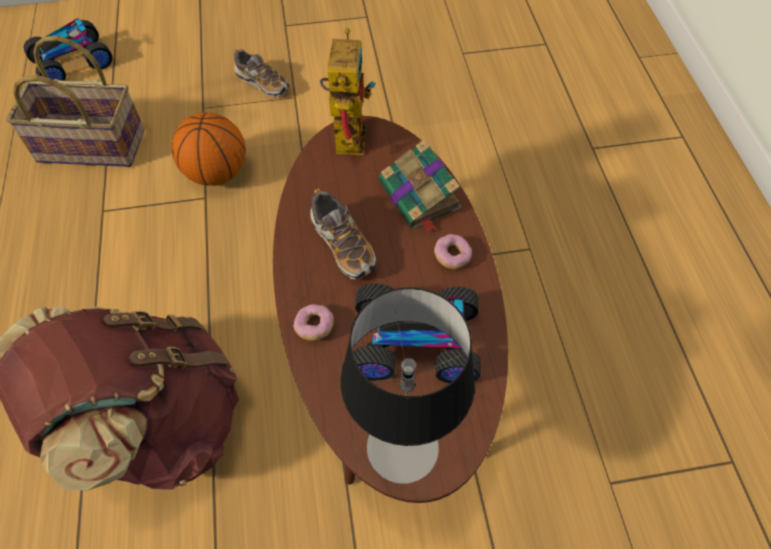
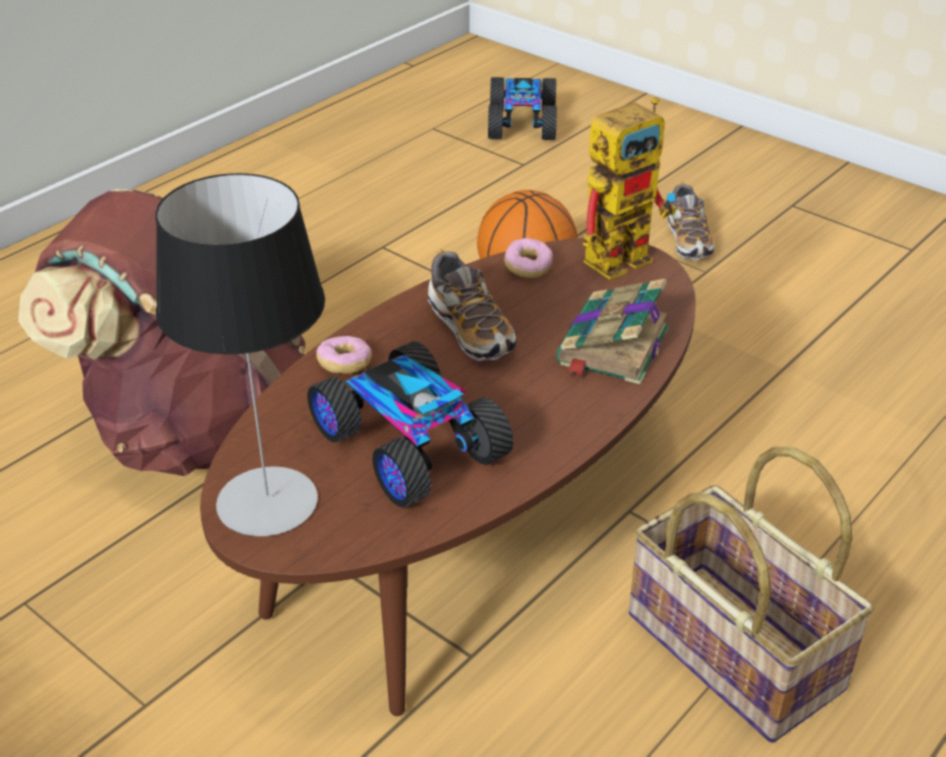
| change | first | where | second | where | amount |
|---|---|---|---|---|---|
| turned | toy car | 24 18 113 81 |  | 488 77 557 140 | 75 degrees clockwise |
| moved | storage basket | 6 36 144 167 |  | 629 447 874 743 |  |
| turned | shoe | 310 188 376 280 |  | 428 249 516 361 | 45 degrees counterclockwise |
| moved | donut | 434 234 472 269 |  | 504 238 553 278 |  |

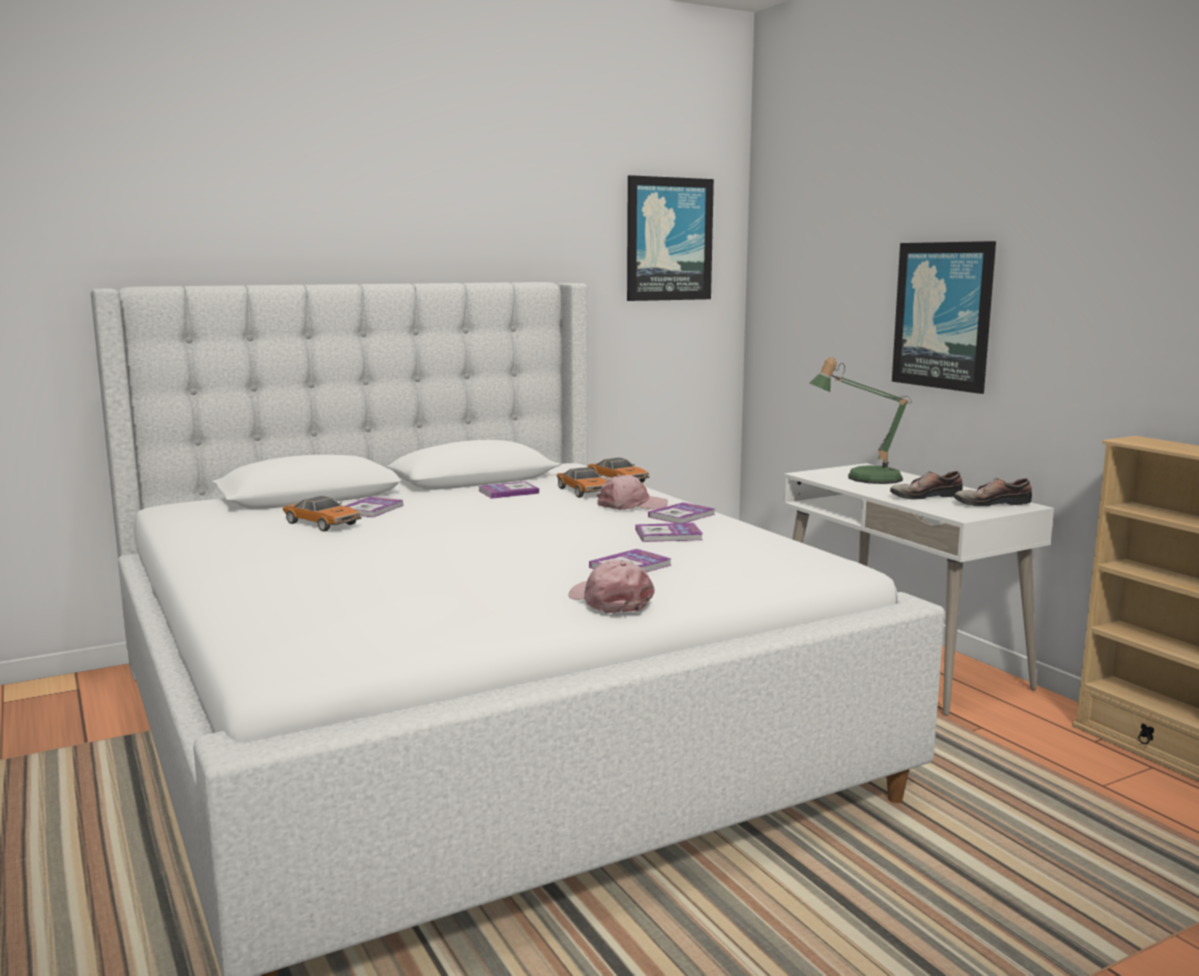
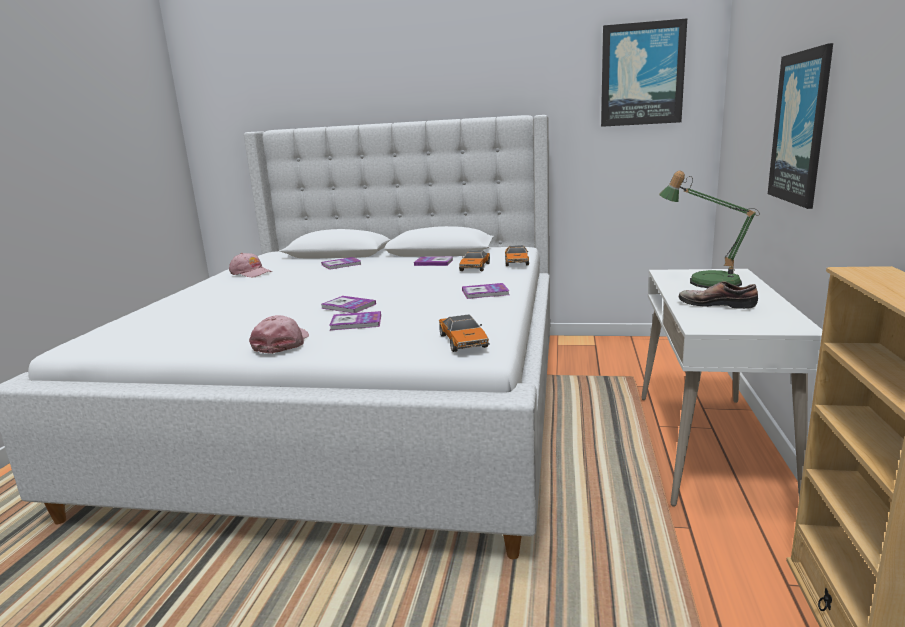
| change | first | where | second | where | amount |
|---|---|---|---|---|---|
| moved | baseball cap (pink-coloured) | 597 475 668 510 |  | 229 253 273 277 |  |
| removed | shoe | 954 478 1032 506 |  |  |  |
| moved | toy car | 283 496 361 531 |  | 439 314 489 352 |  |
| moved | book | 635 523 703 542 |  | 321 296 376 313 |  |

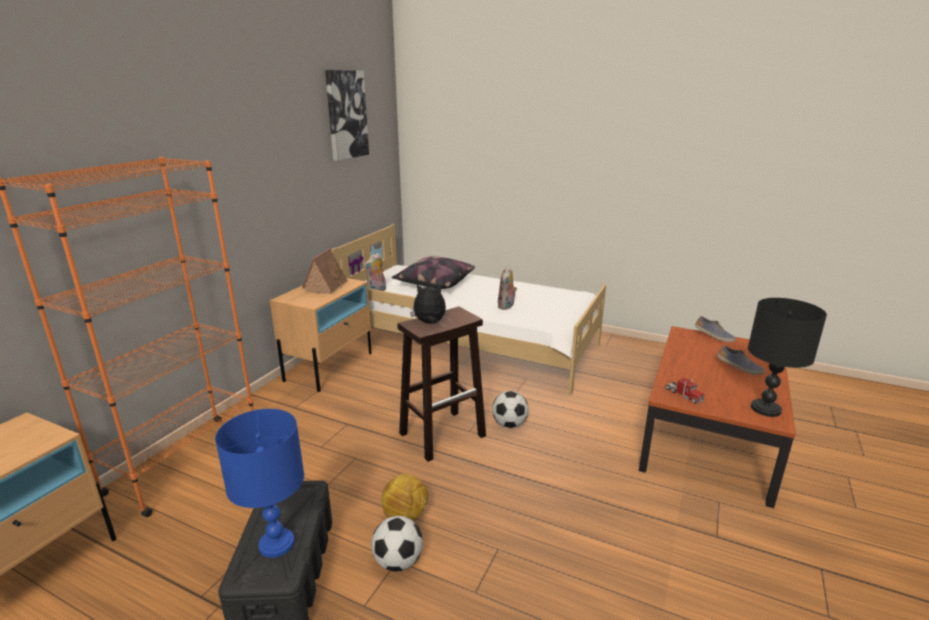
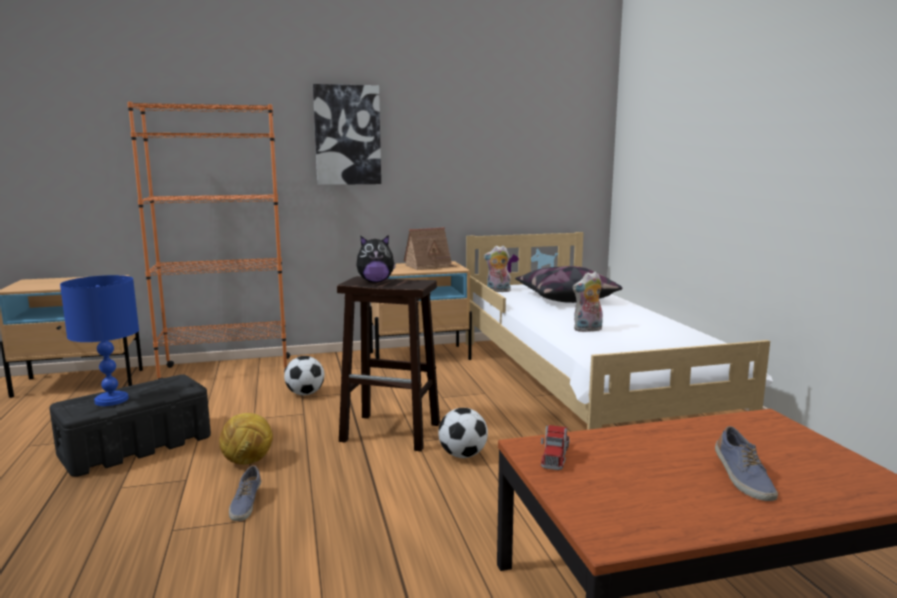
| change | first | where | second | where | amount |
|---|---|---|---|---|---|
| moved | picture | 325 70 369 161 |  | 313 84 381 185 |  |
| turned | plush toy | 410 284 446 324 |  | 356 235 396 283 | 120 degrees clockwise |
| removed | tabletop lamp (blackish) | 748 298 827 417 |  |  |  |
| moved | shoe | 695 316 736 342 |  | 229 465 261 521 |  |
| moved | football ball | 371 516 423 572 |  | 284 356 325 395 |  |

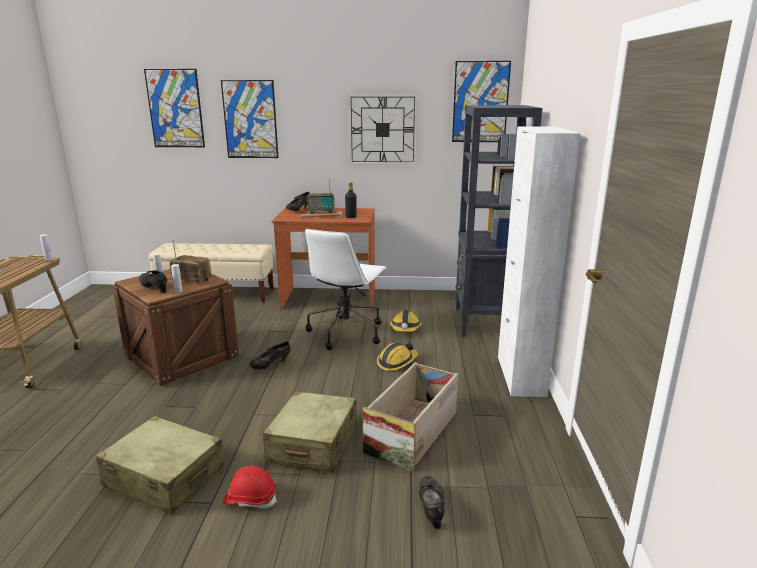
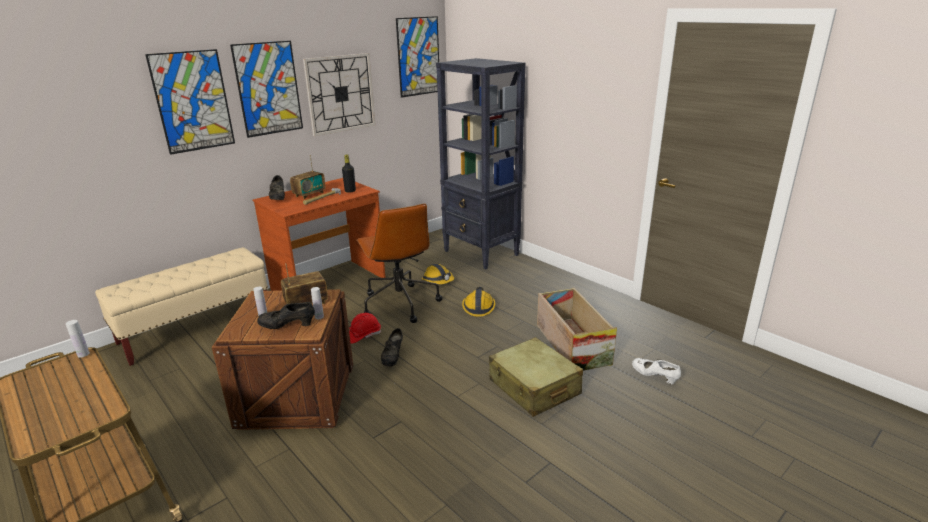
| change | first | where | second | where | amount |
|---|---|---|---|---|---|
| moved | picture | 144 69 205 147 |  | 230 41 303 138 |  |
| removed | storage cabinet (white) | 498 126 581 397 |  |  |  |
| recoloured | desk chair (white) | 305 229 387 350 | desk chair (brownish) | 356 204 442 323 |  |
| removed | travel case (sand-coloured) | 96 416 223 515 |  |  |  |
| moved | safety helmet (reddish) | 223 465 277 509 |  | 349 313 381 344 |  |
| recoloured | shoe (blackish) | 419 476 445 529 | shoe (white) | 632 358 681 384 |  |

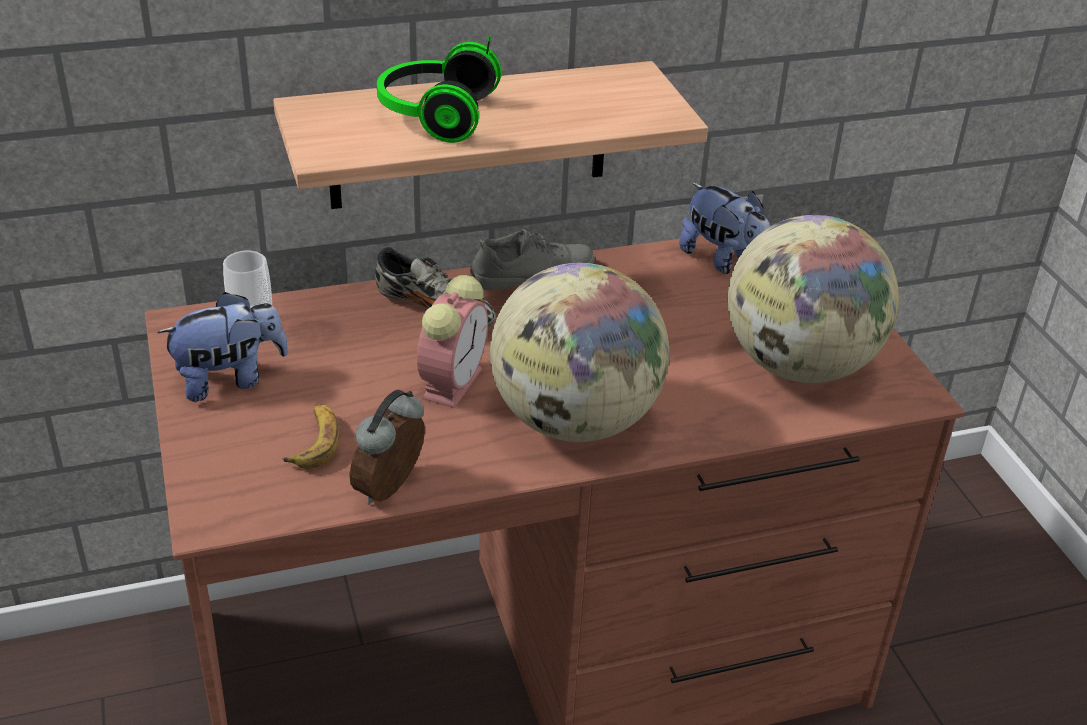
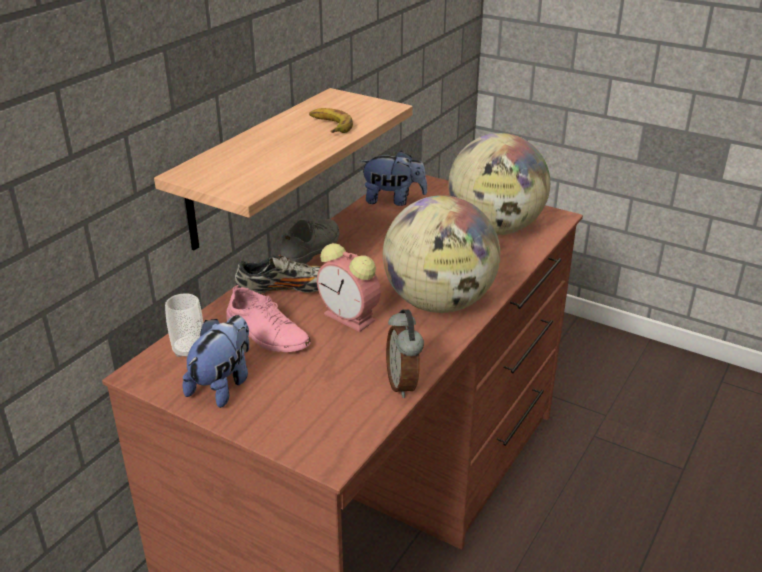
| change | first | where | second | where | amount |
|---|---|---|---|---|---|
| removed | headset | 377 35 501 143 |  |  |  |
| turned | alarm clock | 417 275 488 408 |  | 317 243 381 332 | 150 degrees clockwise |
| moved | banana fruit | 282 404 339 469 |  | 309 108 353 133 |  |
| added |  |  | shoe (pink-coloured) | 226 285 311 352 |  |

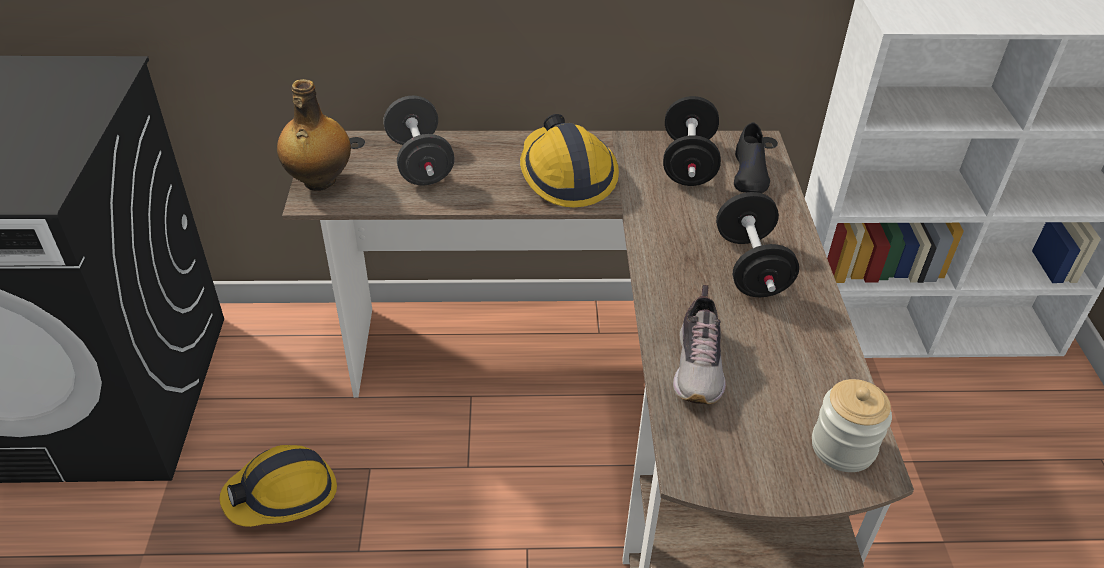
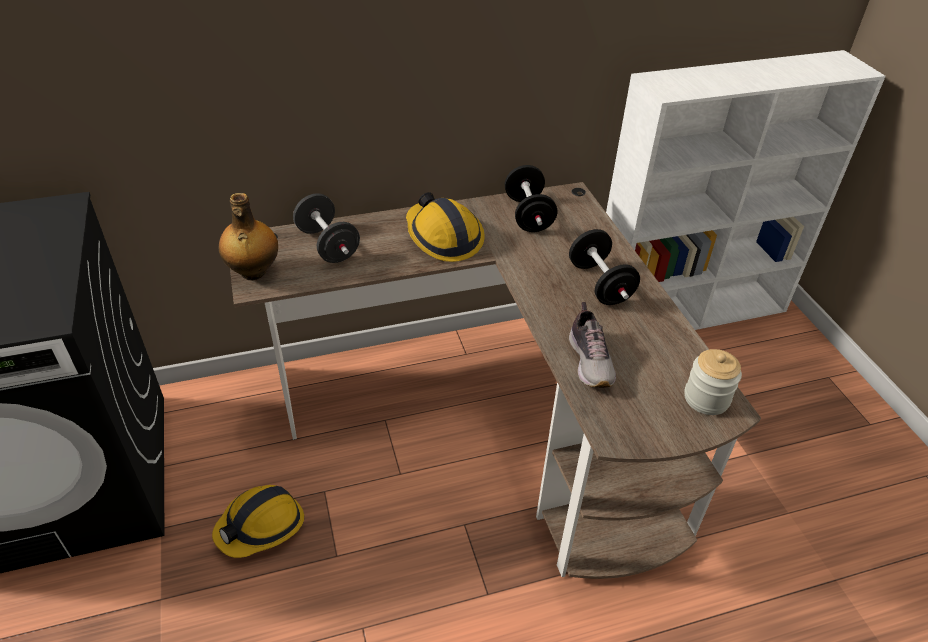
| change | first | where | second | where | amount |
|---|---|---|---|---|---|
| removed | shoe (blackish) | 734 122 770 193 |  |  |  |

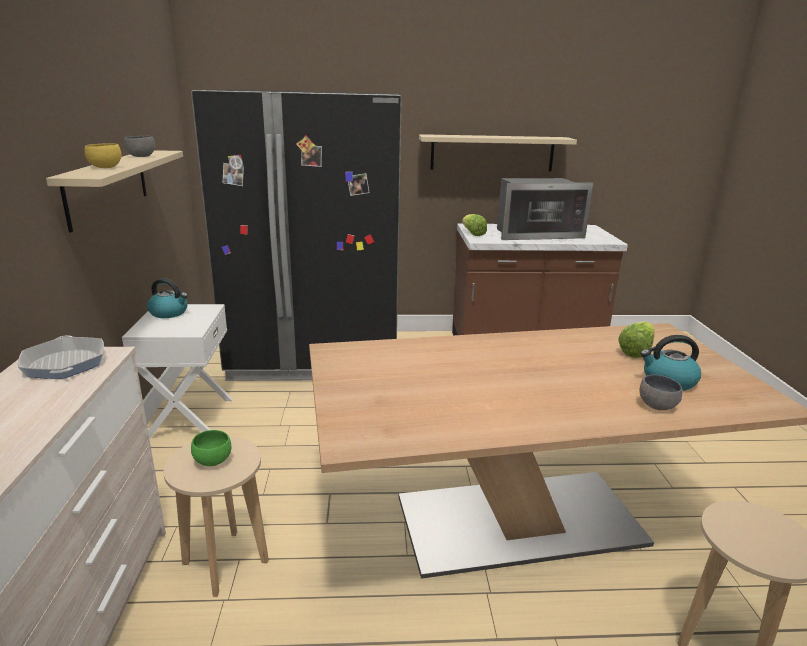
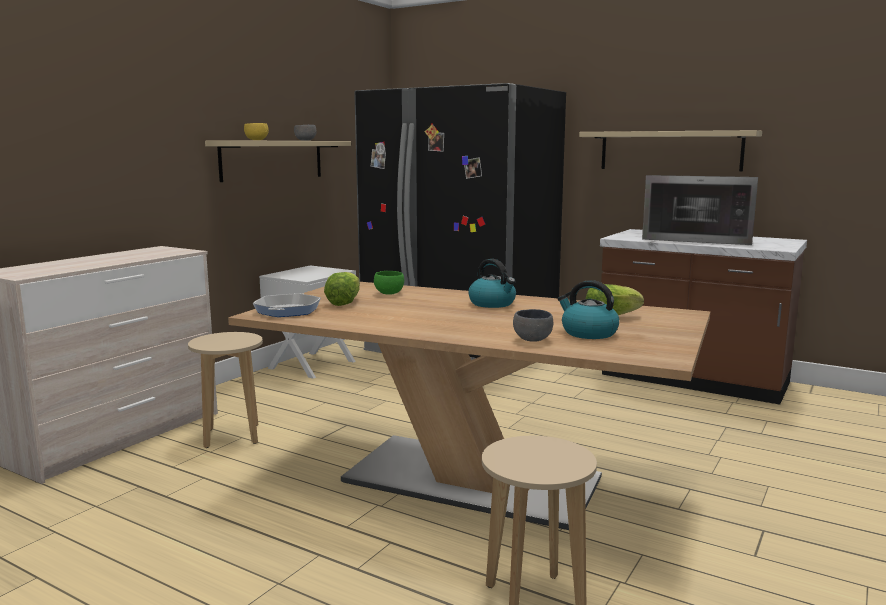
| change | first | where | second | where | amount |
|---|---|---|---|---|---|
| moved | lettuce | 462 214 487 236 |  | 324 272 360 306 |  |
| moved | tea kettle | 147 278 188 318 |  | 468 259 516 308 |  |
| moved | pan | 18 335 104 379 |  | 253 293 321 317 |  |
| moved | deep dish (greenish) | 191 430 231 466 |  | 374 271 404 295 |  |

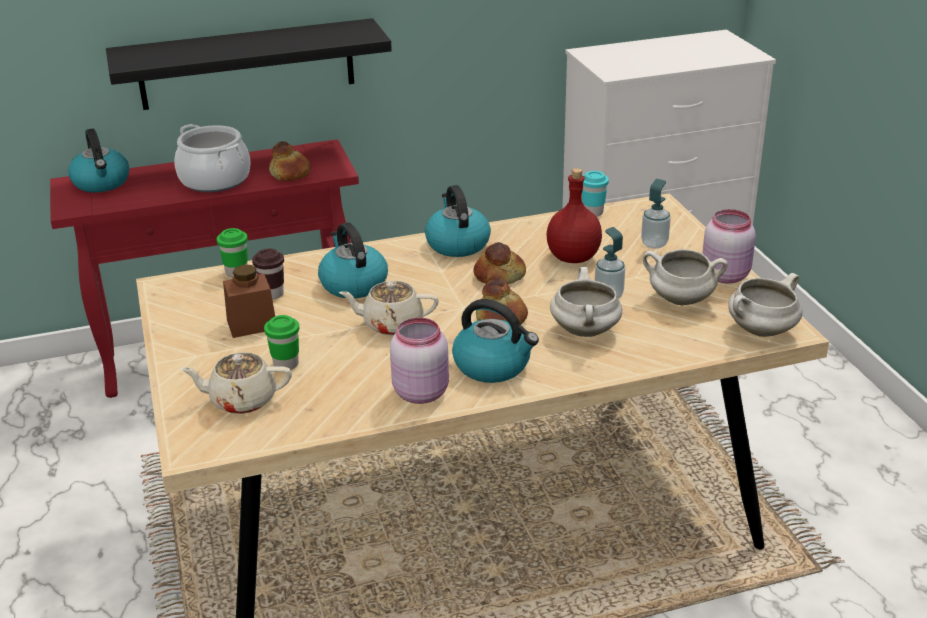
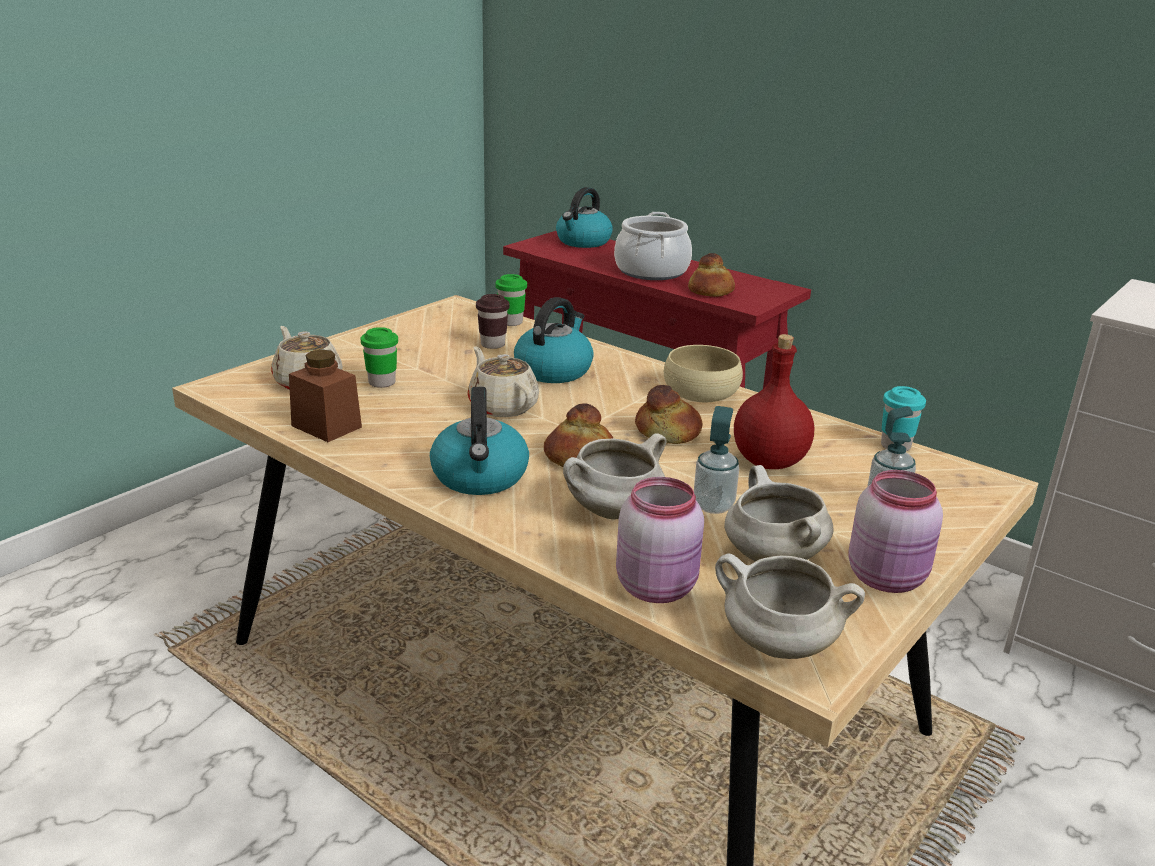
| change | first | where | second | where | amount |
|---|---|---|---|---|---|
| removed | bracket shelf (blackish) | 106 18 392 110 |  |  |  |
| replaced | tea kettle | 425 185 491 257 | deep dish (sand-coloured) | 664 345 743 402 |  |
| moved | storage jar (brownish) | 223 265 275 338 |  | 289 349 362 442 |  |
| moved | storage jar (pink-coloured) | 390 317 449 404 |  | 616 477 704 603 |  |

